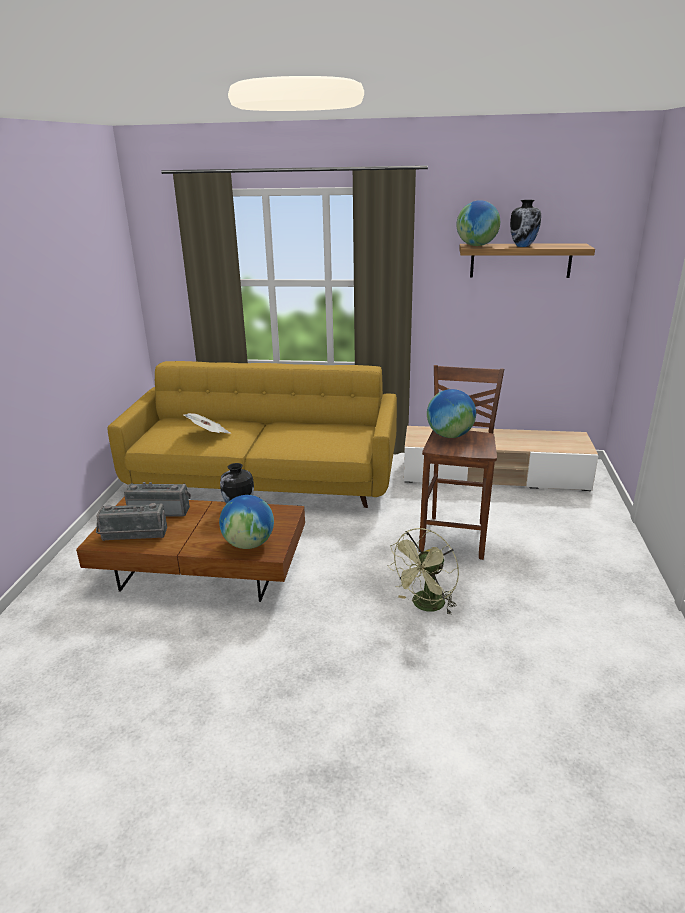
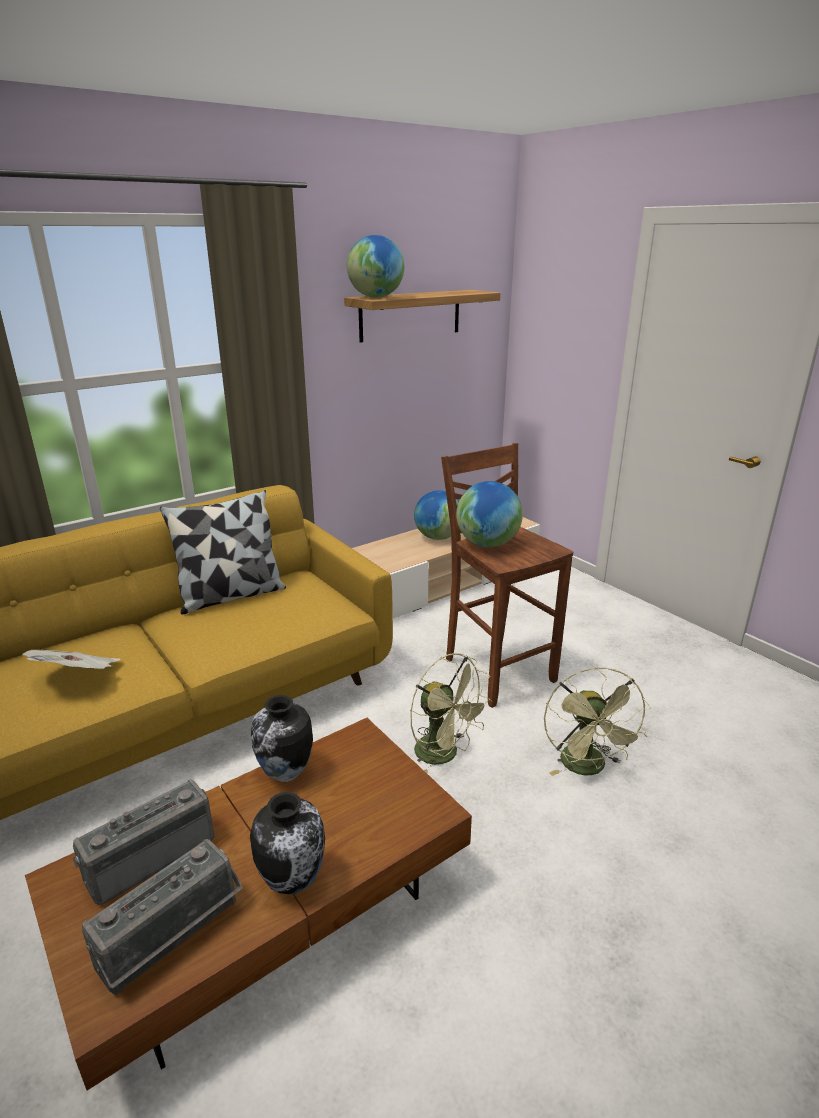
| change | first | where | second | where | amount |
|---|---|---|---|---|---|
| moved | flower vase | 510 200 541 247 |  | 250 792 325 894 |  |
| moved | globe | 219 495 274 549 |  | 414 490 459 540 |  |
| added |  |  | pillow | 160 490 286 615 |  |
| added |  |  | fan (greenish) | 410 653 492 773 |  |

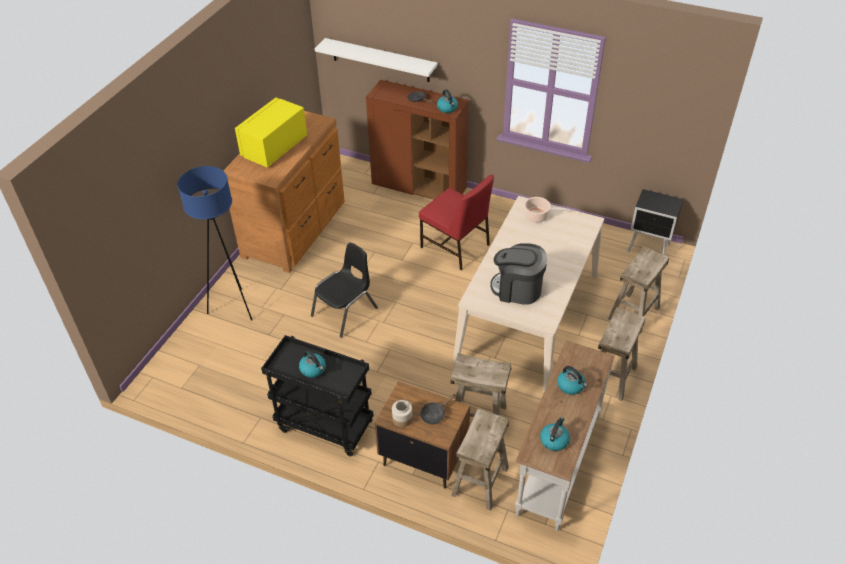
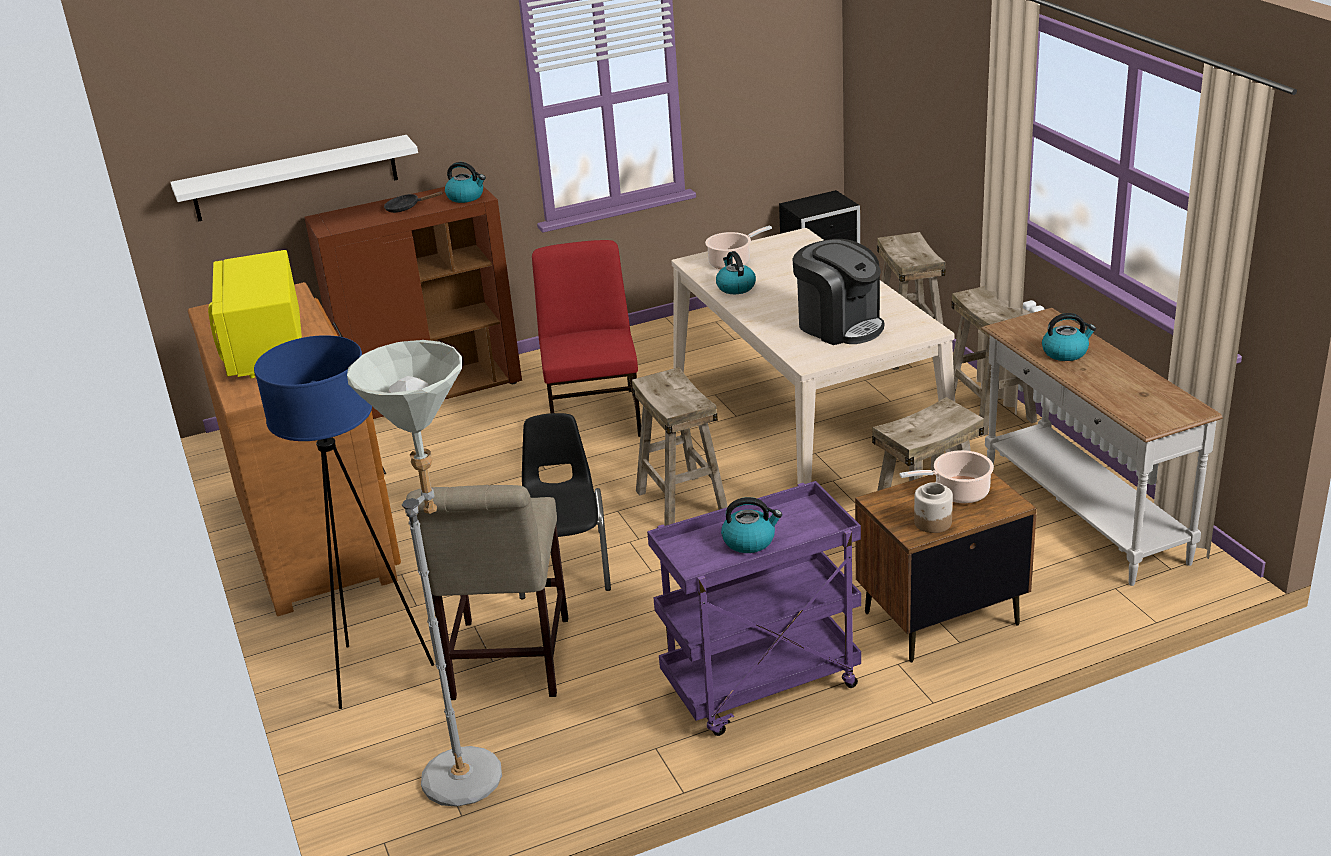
| change | first | where | second | where | amount |
|---|---|---|---|---|---|
| turned | plain chair (reddish) | 419 175 494 270 |  | 532 240 641 437 | 90 degrees counterclockwise |
| turned | coffee machine | 490 243 547 305 |  | 792 239 884 345 | 105 degrees counterclockwise |
| recoloured | wheeled cart (blackish) | 261 335 374 457 | wheeled cart (purple) | 647 481 861 736 |  |
| replaced | pan (blackish) | 420 394 456 424 | stockpot | 900 450 994 503 |  |
| moved | sitting stool (sand-coloured) | 451 408 509 511 |  | 632 367 728 526 |  |
| moved | tea kettle | 540 417 570 451 |  | 716 251 756 294 |  |
| added |  |  | floor lamp (gray) | 347 340 502 807 |  |
| added |  |  | plain chair (sand-coloured) | 406 485 568 700 |  |

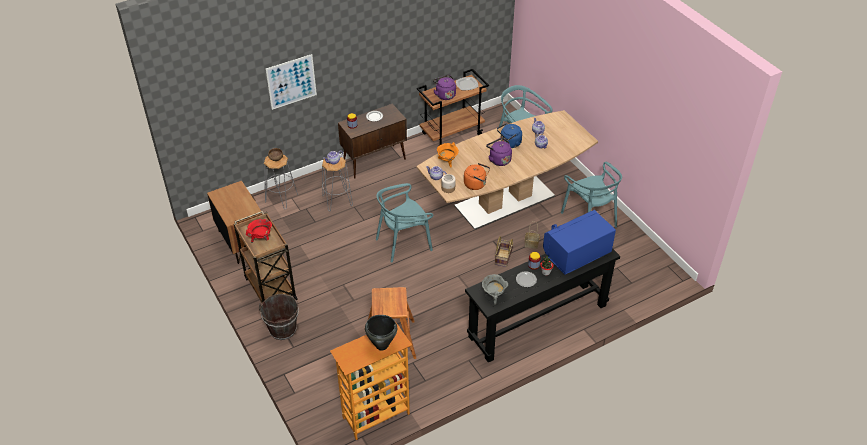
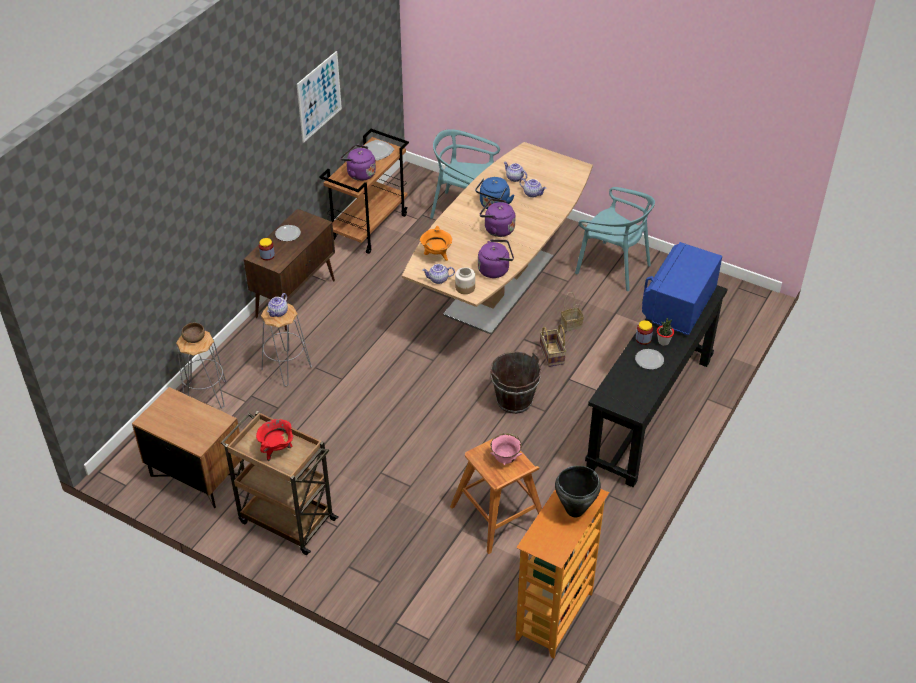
| change | first | where | second | where | amount |
|---|---|---|---|---|---|
| moved | picture | 265 54 317 110 |  | 296 51 342 143 |  |
| recoloured | tea kettle (orangey) | 464 163 490 190 | tea kettle (purple) | 478 239 514 278 |  |
| removed | plain chair (turquoise) | 376 183 433 263 |  |  |  |
| removed | stockpot (gray) | 482 274 508 305 |  |  |  |
| moved | bucket (brownish) | 259 294 299 340 |  | 490 351 542 414 |  |
| added |  |  | deep dish (pink-coloured) | 490 433 522 465 |  |

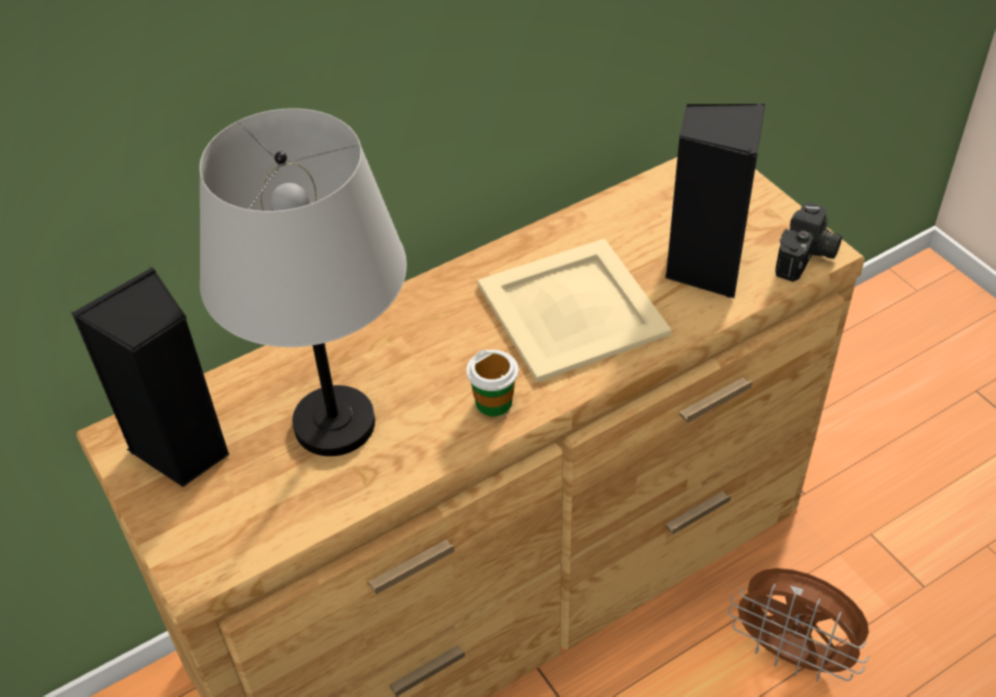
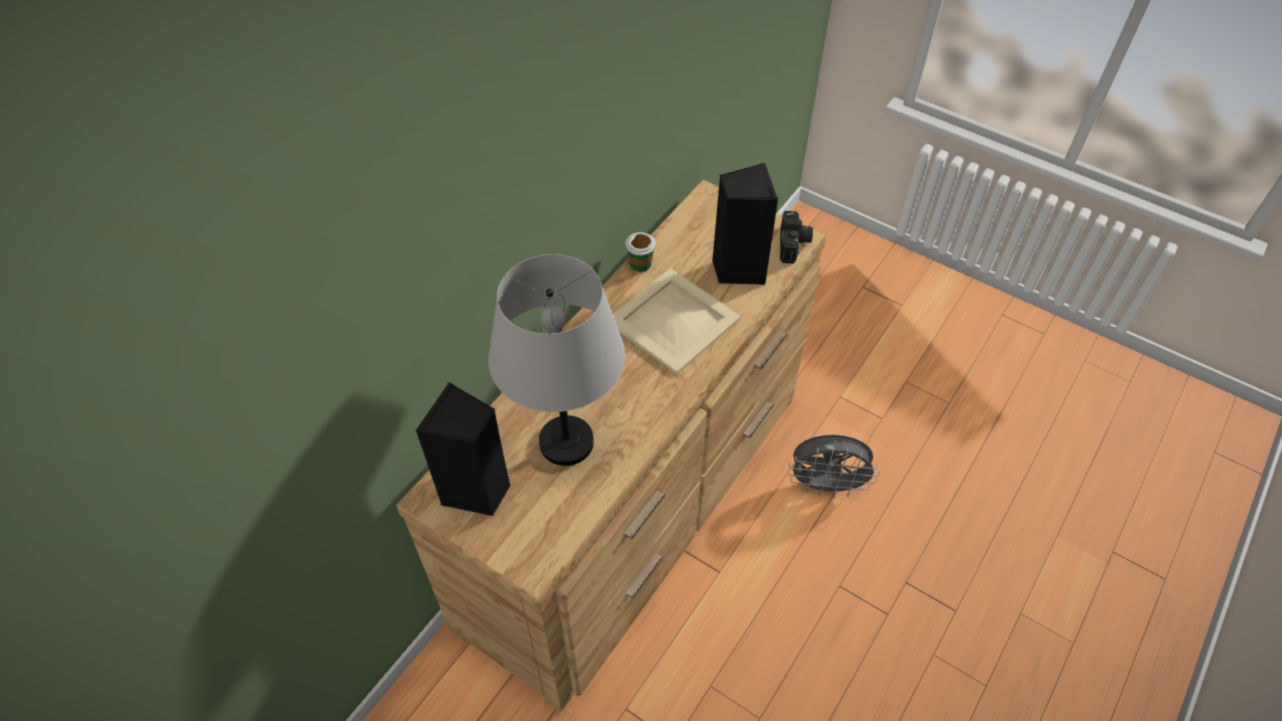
| change | first | where | second | where | amount |
|---|---|---|---|---|---|
| moved | small cup | 466 349 518 416 |  | 625 232 656 272 |  |
| recoloured | fan (brownish) | 728 568 869 682 | fan (gray) | 787 435 880 498 |  |

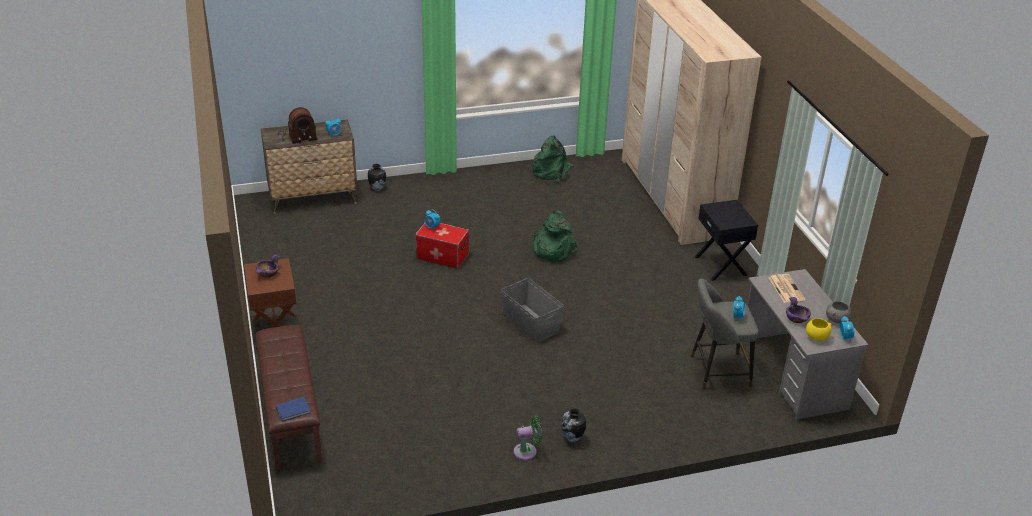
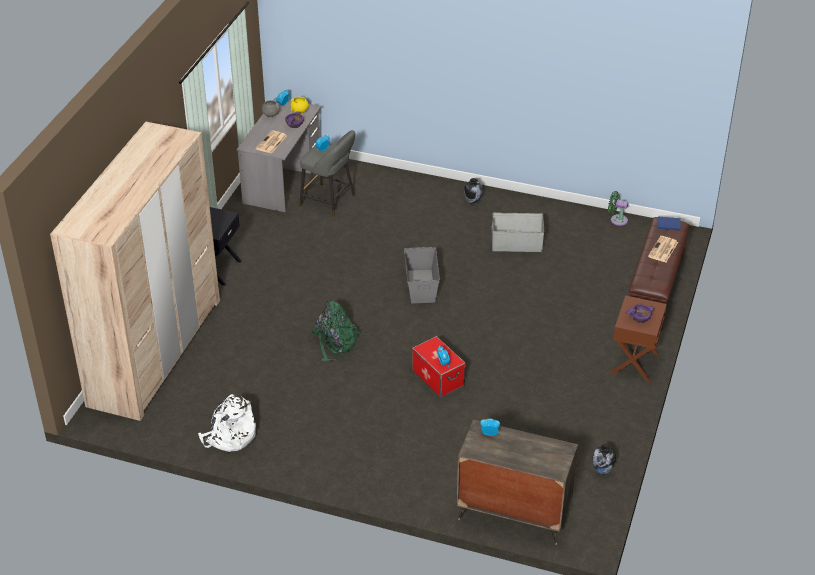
| change | first | where | second | where | amount |
|---|---|---|---|---|---|
| removed | radio receiver | 278 107 317 144 |  |  |  |
| recoloured | knapsack (greenish) | 532 135 575 182 | knapsack (white) | 198 394 256 452 |  |
| moved | flower vase | 368 164 386 191 |  | 593 444 616 474 |  |
| moved | fan (greenish) | 514 415 543 460 |  | 608 191 628 226 |  |
| added |  |  | storage bin (gray) | 492 213 544 252 |  |
| added |  |  | printed paper | 648 236 678 262 |  |

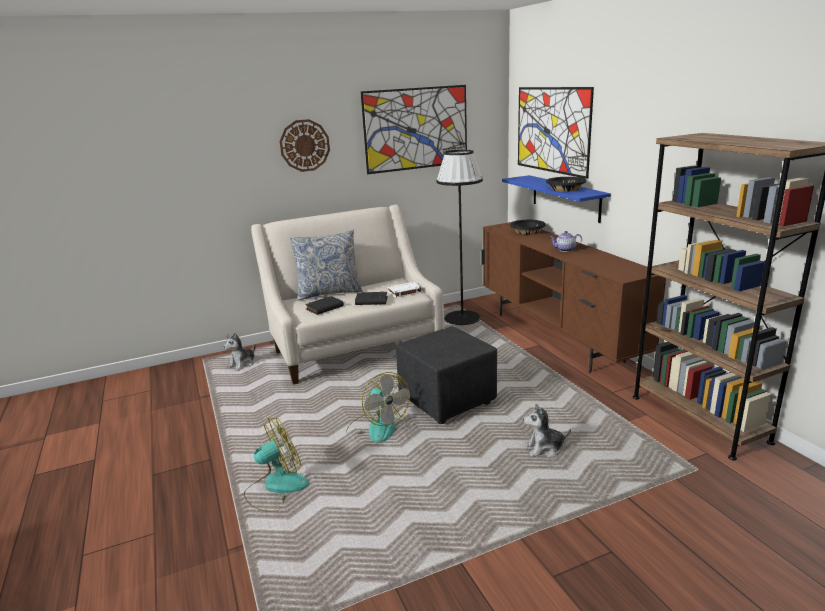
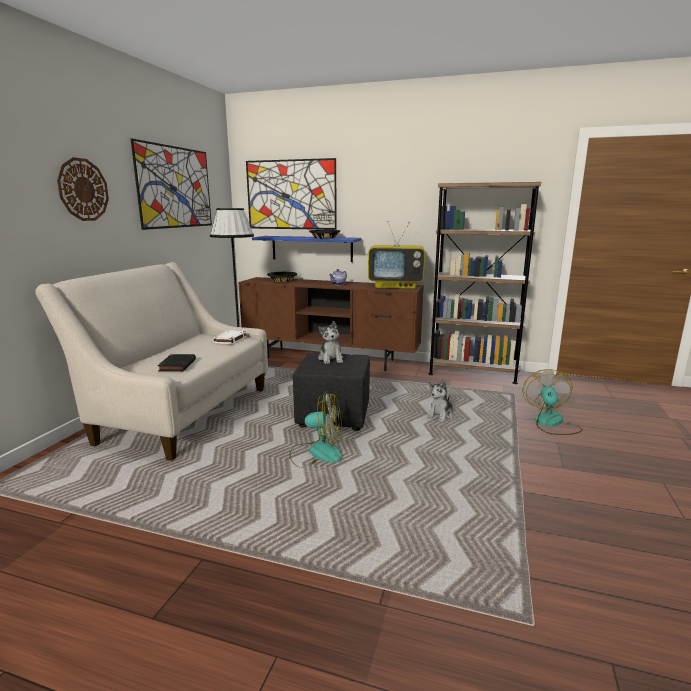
| change | first | where | second | where | amount |
|---|---|---|---|---|---|
| removed | pillow | 289 230 363 301 |  |  |  |
| removed | book (blackish) | 355 291 388 305 |  |  |  |
| moved | plush toy | 223 333 256 371 |  | 318 321 343 364 |  |
| moved | fan | 244 417 309 512 |  | 522 369 583 435 |  |
| added |  |  | TV set | 368 221 425 289 |  |

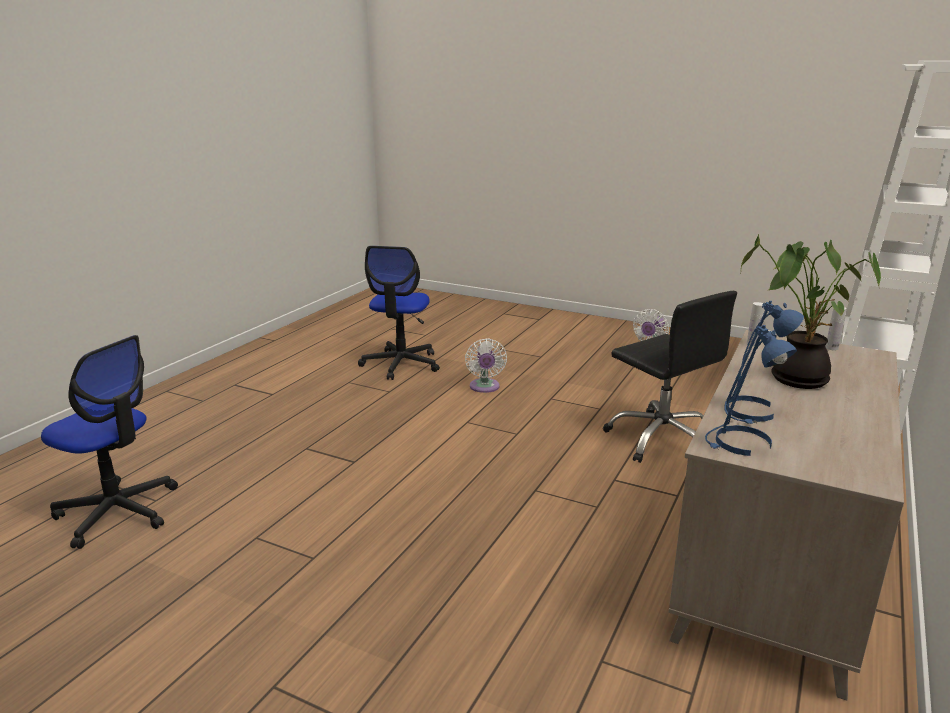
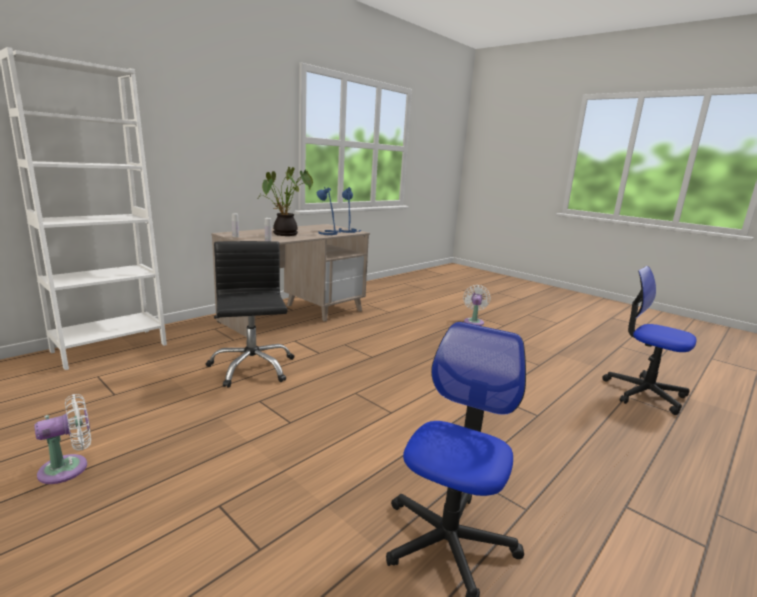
| change | first | where | second | where | amount |
|---|---|---|---|---|---|
| moved | fan (white) | 465 339 507 393 |  | 463 285 491 326 |  |

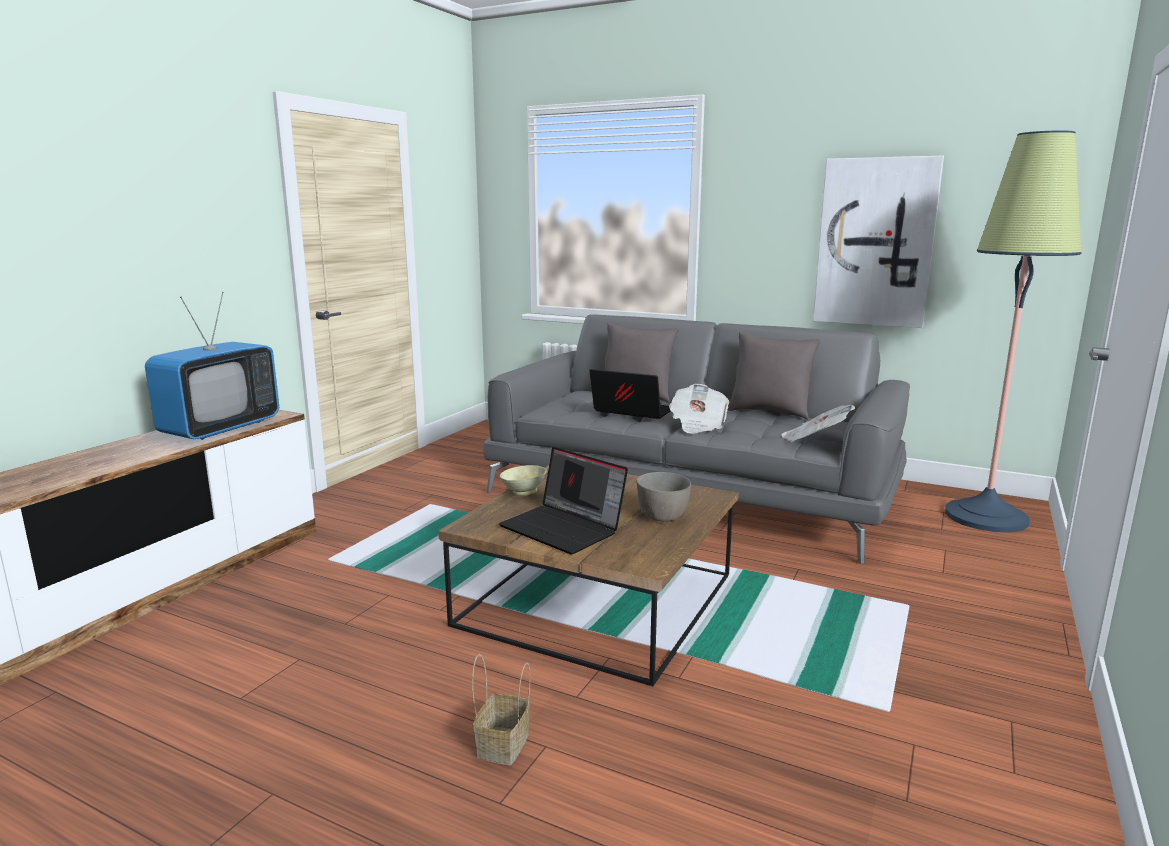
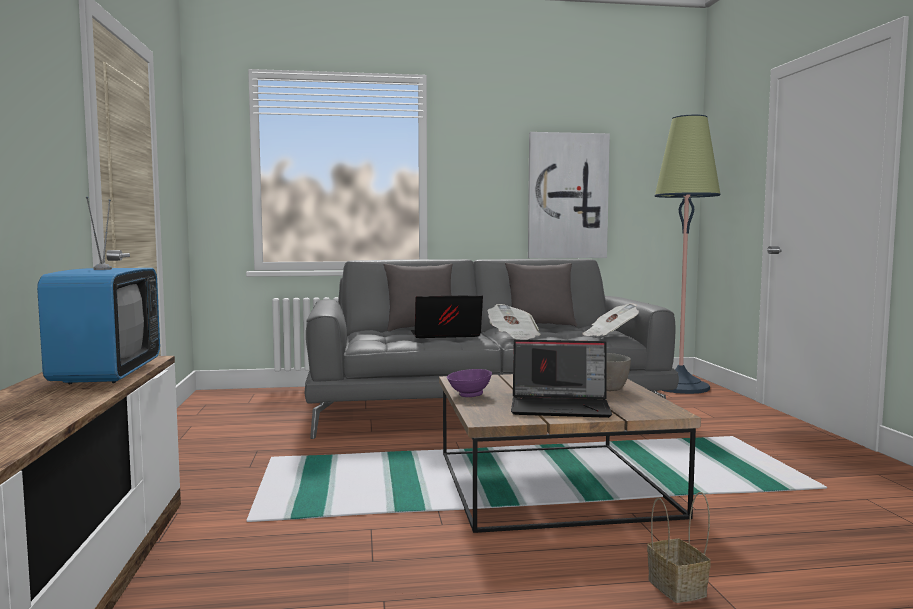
| change | first | where | second | where | amount |
|---|---|---|---|---|---|
| recoloured | deep dish (sand-coloured) | 500 465 546 496 | deep dish (purple) | 447 369 492 397 |  |

